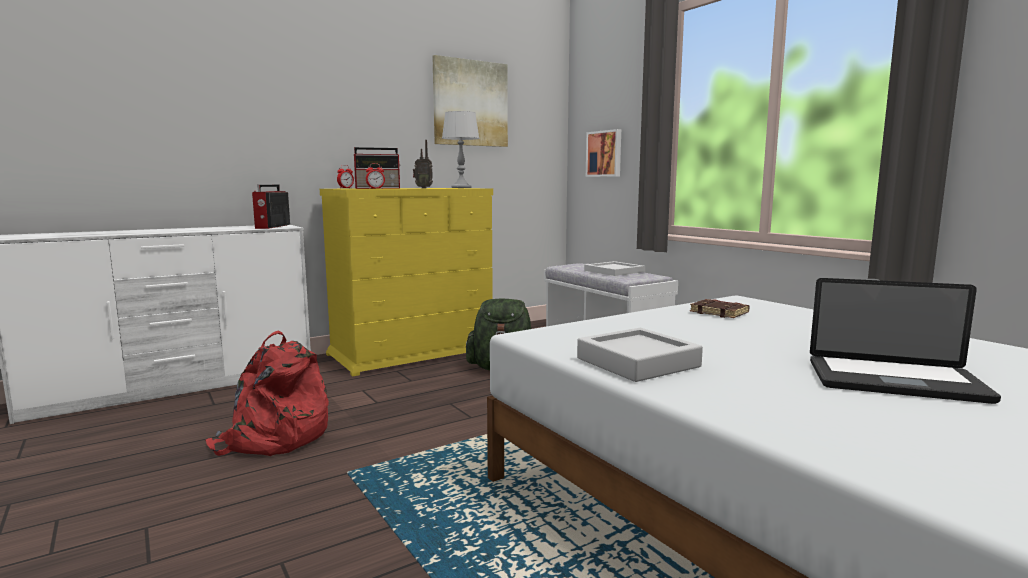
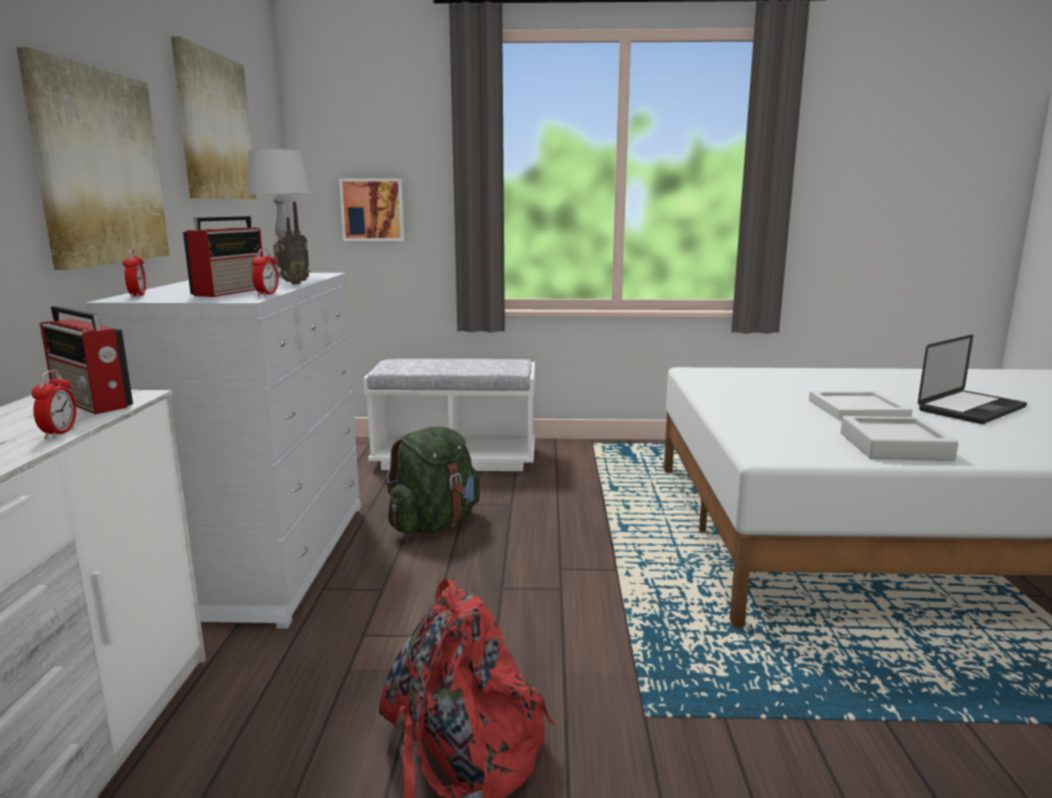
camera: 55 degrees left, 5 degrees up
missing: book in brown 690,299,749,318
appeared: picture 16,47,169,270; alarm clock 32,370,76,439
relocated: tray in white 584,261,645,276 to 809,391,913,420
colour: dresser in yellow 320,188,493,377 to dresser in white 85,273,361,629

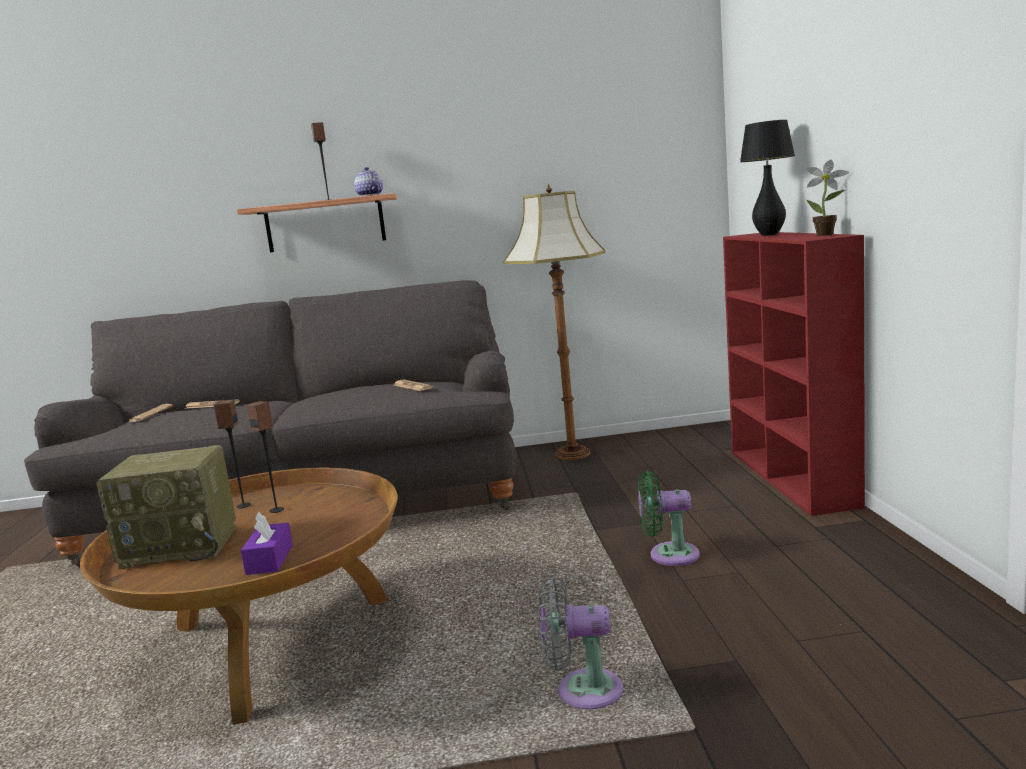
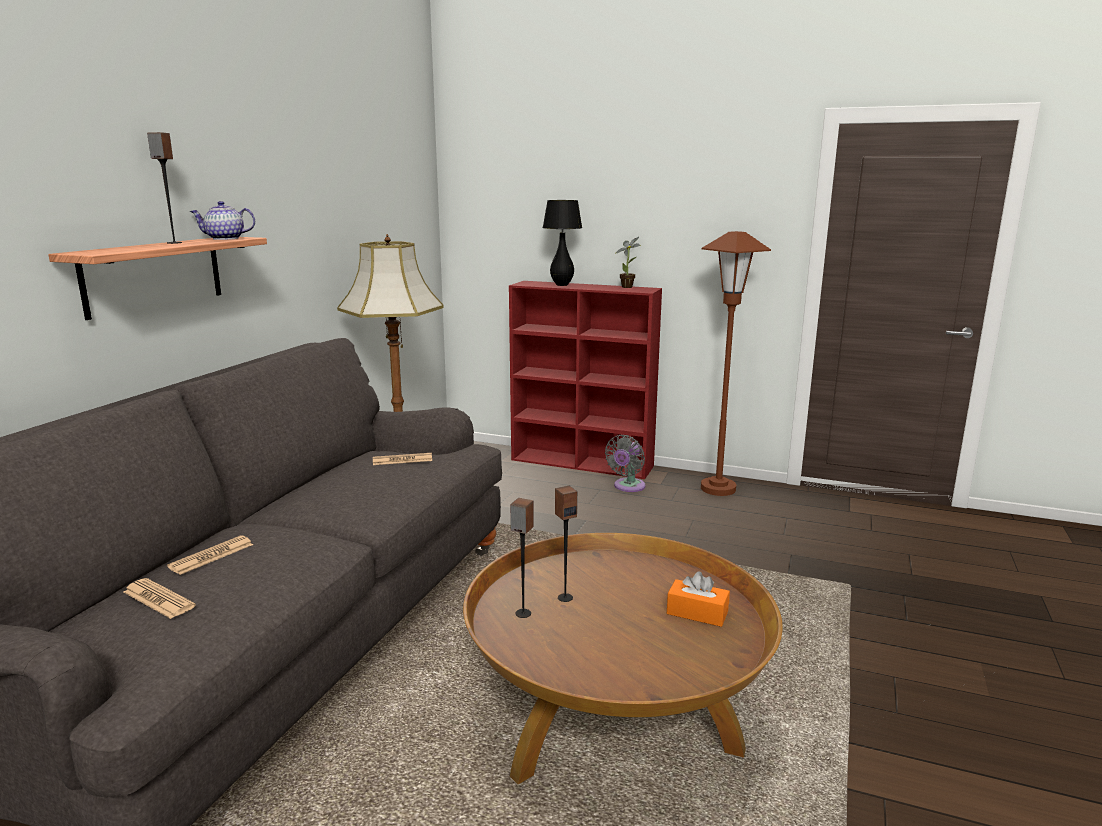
camera: 65 degrees left, 5 degrees up
missing: radio 96,445,236,569; fan in green 638,471,700,566
appeared: floor lamp in brown 701,231,771,496
relocated: fan in grey 539,577,623,709 to 605,435,646,492
colour: tissue box in purple 241,512,293,575 to tissue box in orange 667,571,730,627

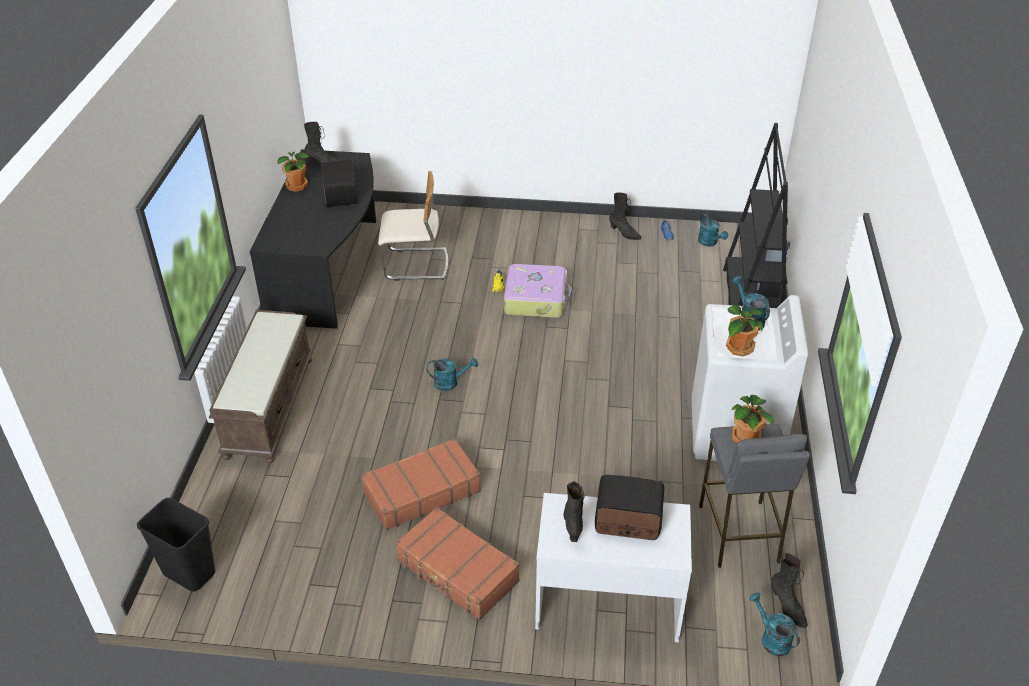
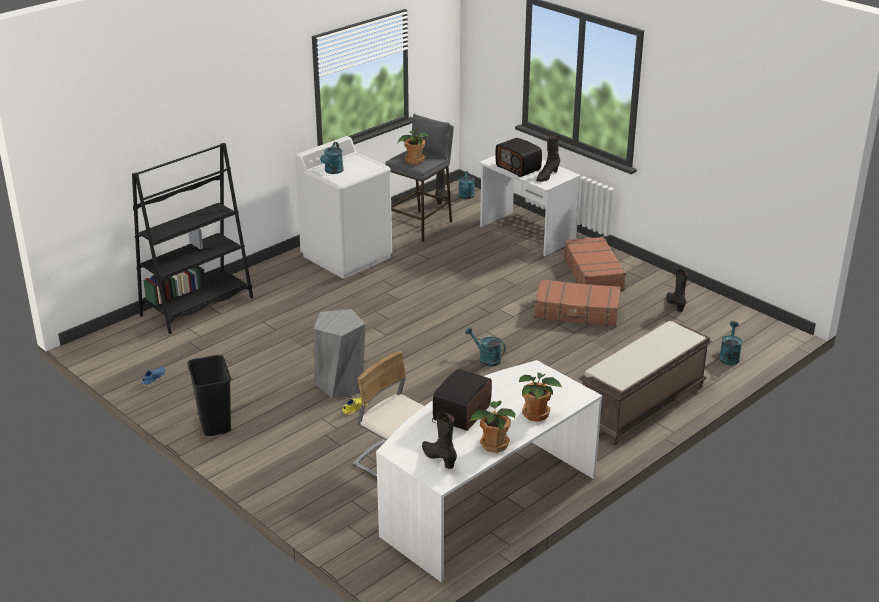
camera: 140 degrees left, 10 degrees down
relocated: trash can in black 137,498,215,592 to 187,355,231,436; potted plant 726,305,763,357 to 519,373,562,422; boot in black 609,193,641,240 to 666,268,688,312; watering can in turquoise 698,214,728,246 to 719,321,742,365
exchanged: suitcase 504,264,572,318 to stool in grey 313,309,365,399
colour: desk in black 249,149,376,329 to desk in white 376,360,602,582

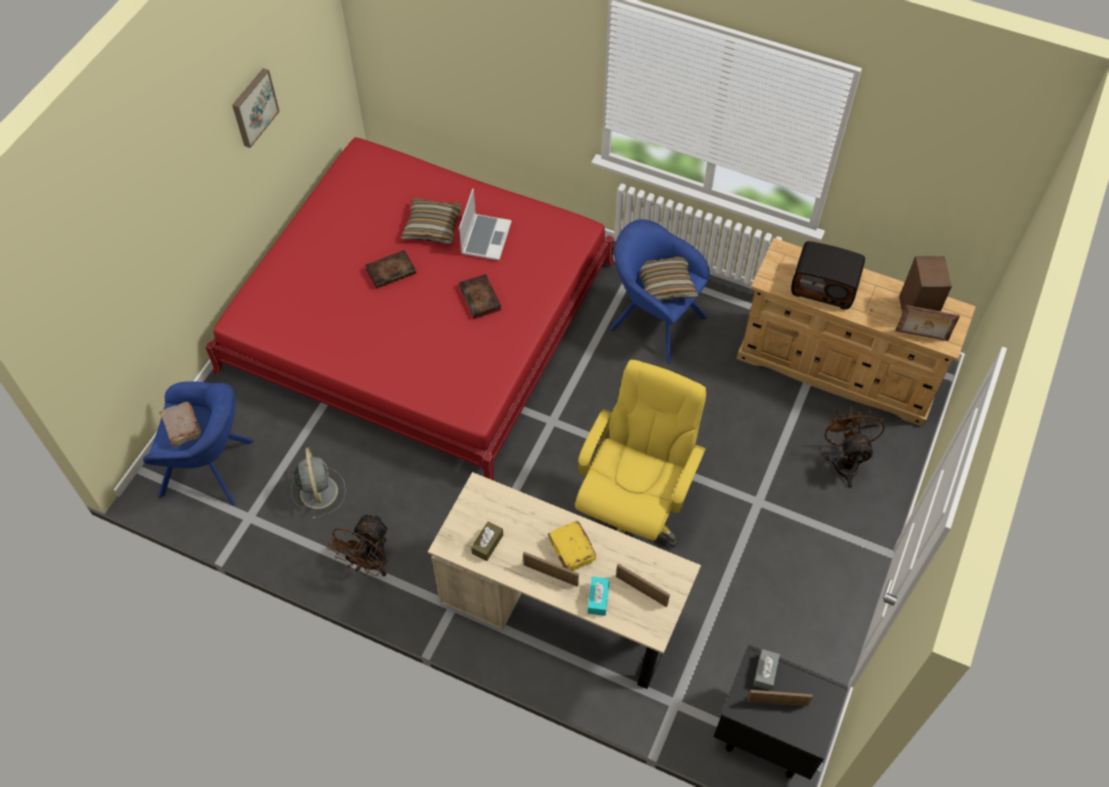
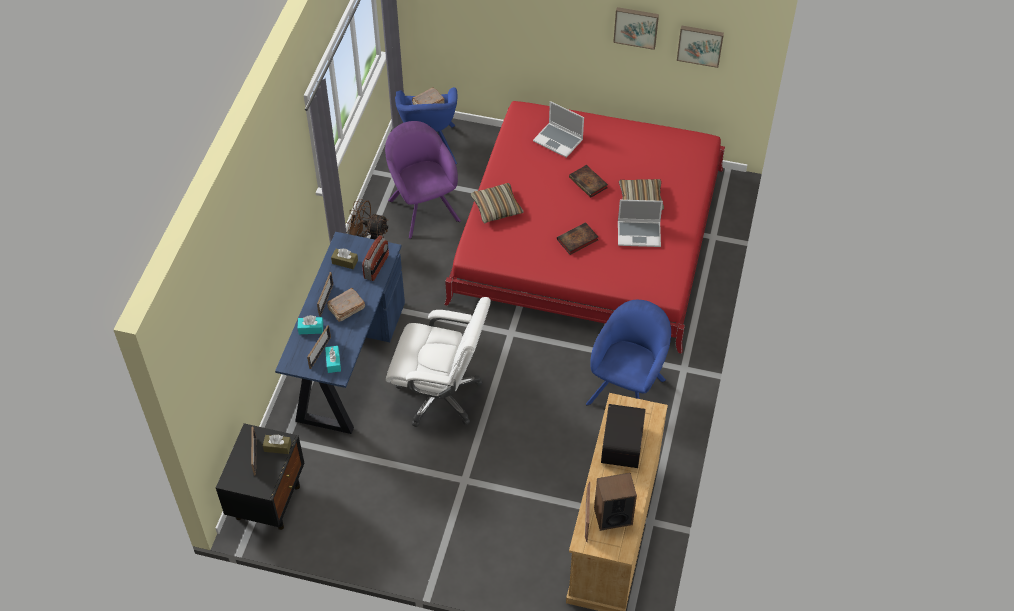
camera: 80 degrees right, 5 degrees down
missing: fan in brown 824,406,885,488
appeared: tissue box in turquoise 325,346,341,373; radio 362,235,389,281; laptop 533,101,584,158; picture 677,26,724,68
relocated: pillow 639,256,699,301 to 471,183,524,224
exchanged: fan in grey 291,447,346,519 to armchair in purple 385,121,461,239
colour: tissue box in grey 753,649,780,691 to tissue box in brown 263,435,291,454; desk in beige 428,472,701,689 to desk in blue 275,232,405,434; book in yellow 548,521,596,571 to book in brown 327,288,365,322; office chair in yellow 575,360,706,548 to office chair in white 386,297,491,427

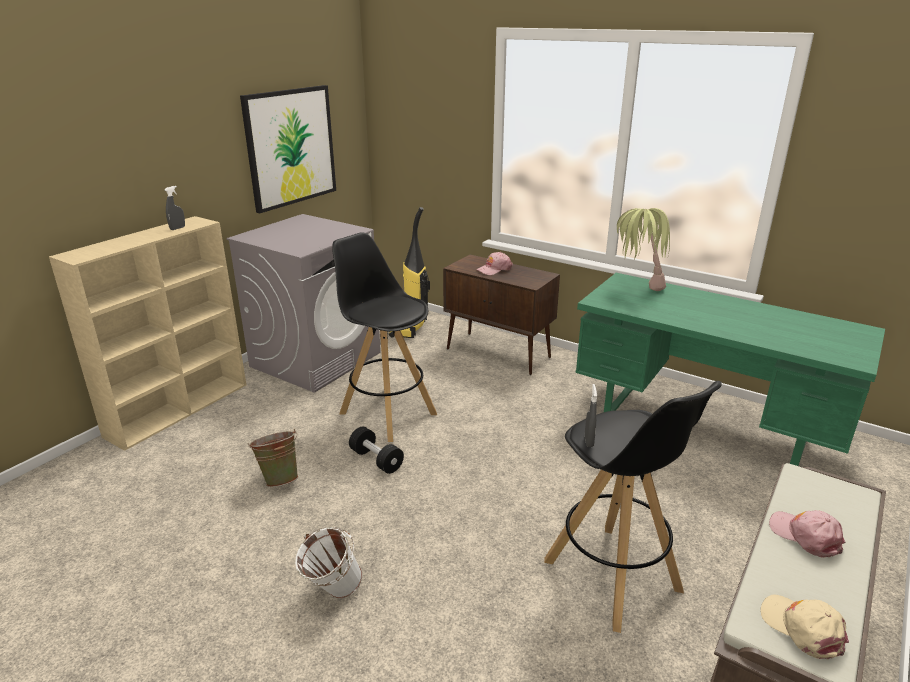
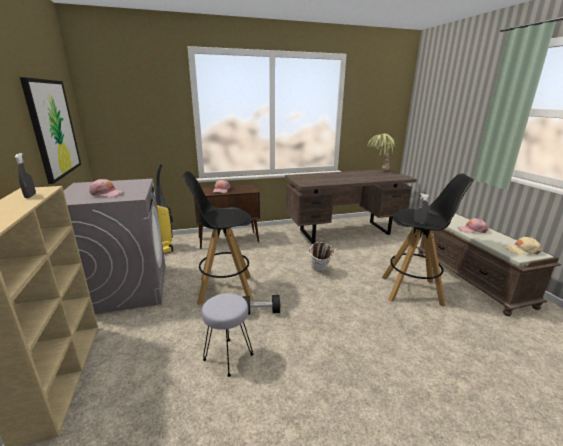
camera: 50 degrees left, 5 degrees down
appeared: cap in pink 90,179,124,197
relocated: bucket in white 295,527,362,598 to 309,242,334,272; potted plant 617,208,670,291 to 368,133,396,171
exchanged: bucket in green 248,429,298,487 to stool in grey 202,293,253,377
colour: desk in green 576,273,885,466 to desk in brown 285,169,417,244

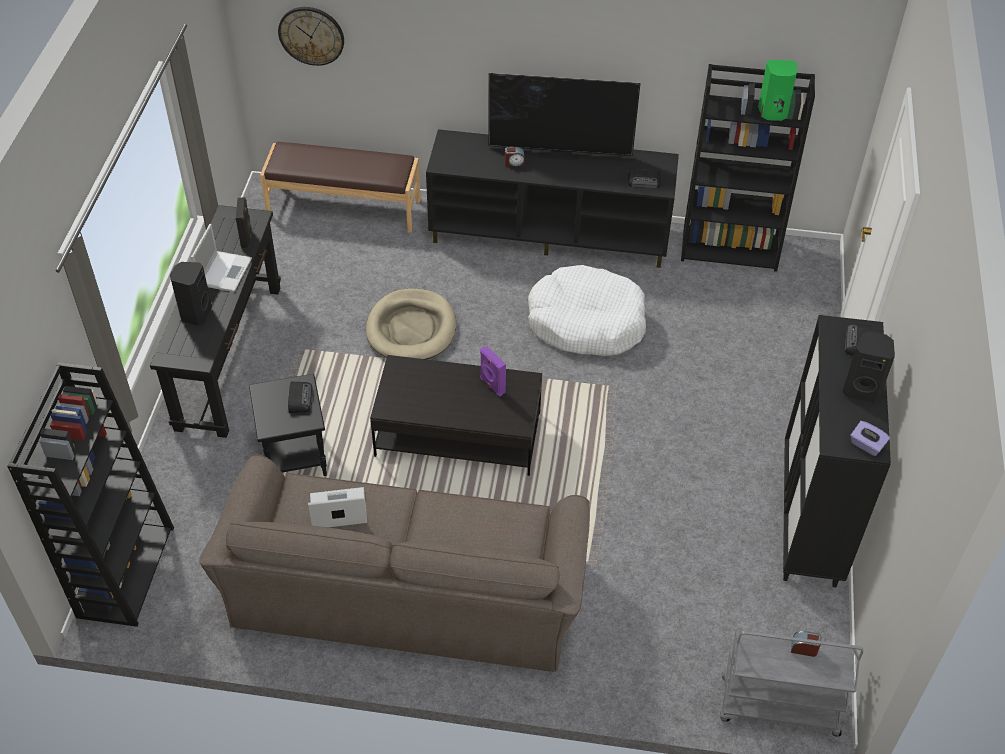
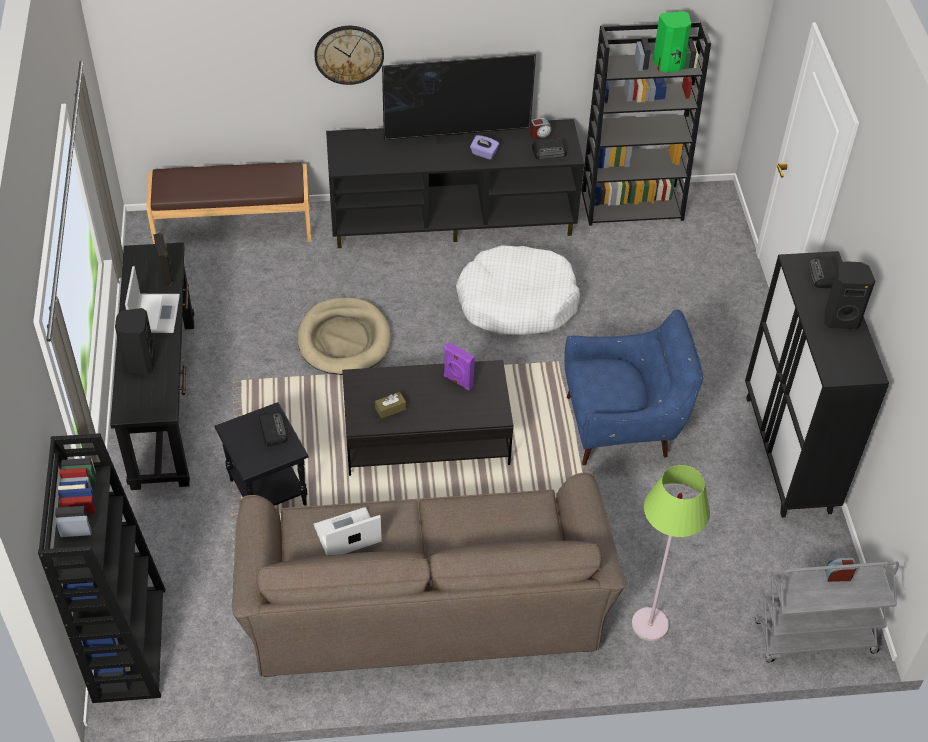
camera: 15 degrees left, 0 degrees up
appeared: tissue box in brown 375,392,406,419; armchair in blue 564,310,704,465; floor lamp in green 632,465,710,641
relocated: wall clock 278,7,344,66 to 314,26,384,85; tissue box in purple 850,421,890,456 to 470,135,499,160; alarm clock 505,147,525,167 to 530,118,552,139

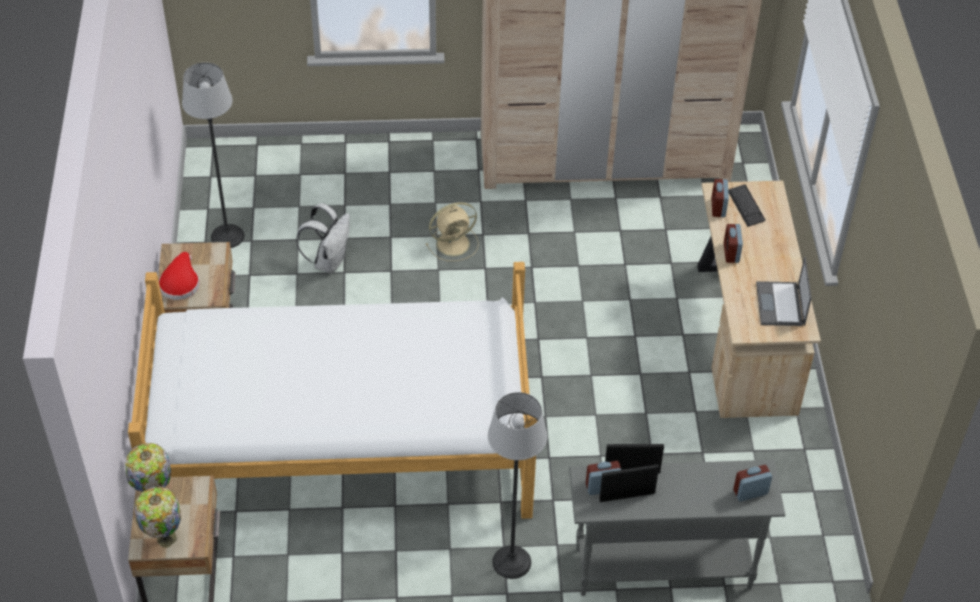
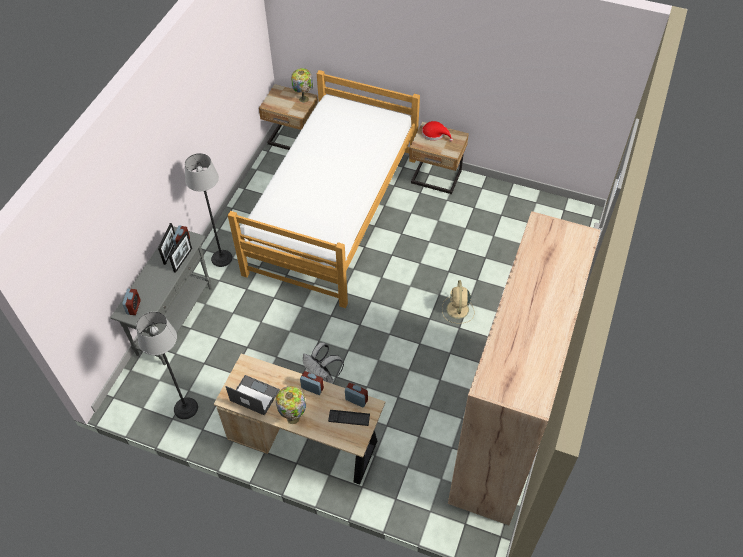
camera: 115 degrees right, 5 degrees up
relocated: floor lamp 182,62,244,248 to 136,312,198,419; table lamp 135,487,181,548 to 276,386,306,424; backpack in white 296,203,350,273 to 303,343,344,383

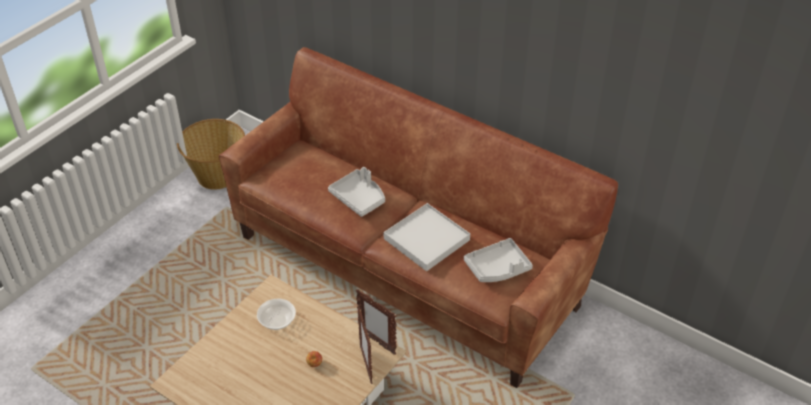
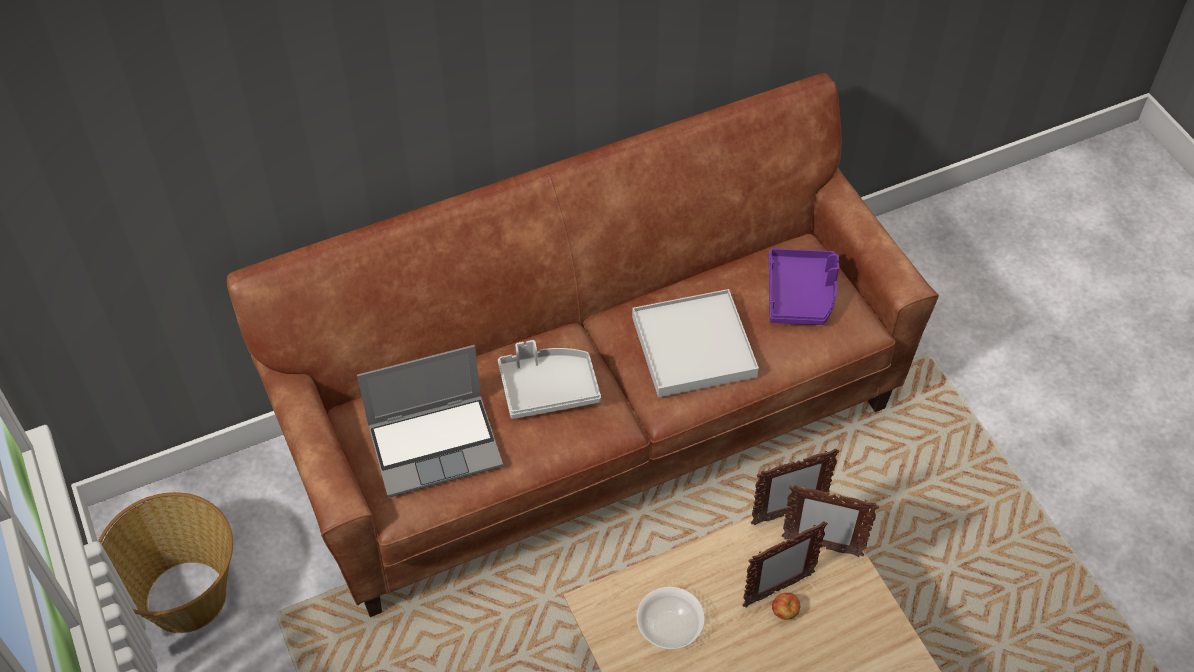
camera: 60 degrees left, 10 degrees up
appeared: laptop 357,345,503,498; picture frame 742,521,828,607
colour: tray in grey 464,238,533,282 to tray in purple 769,249,839,325

